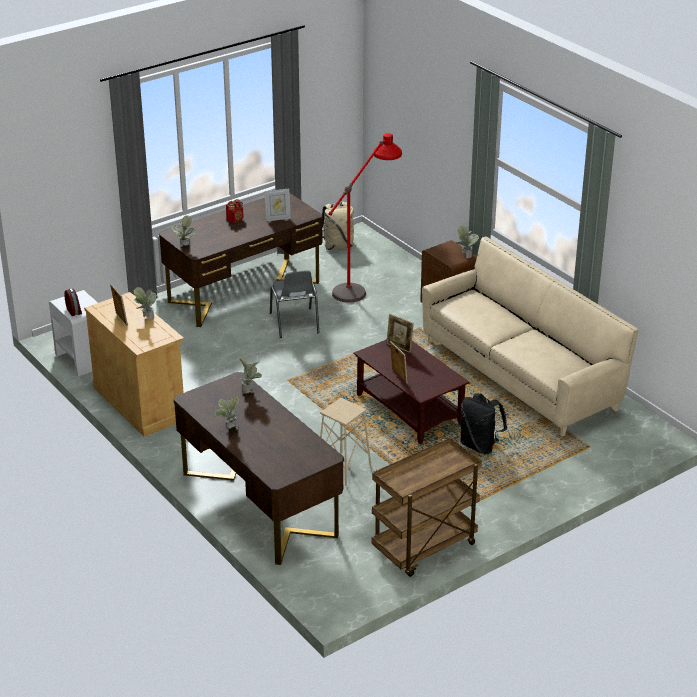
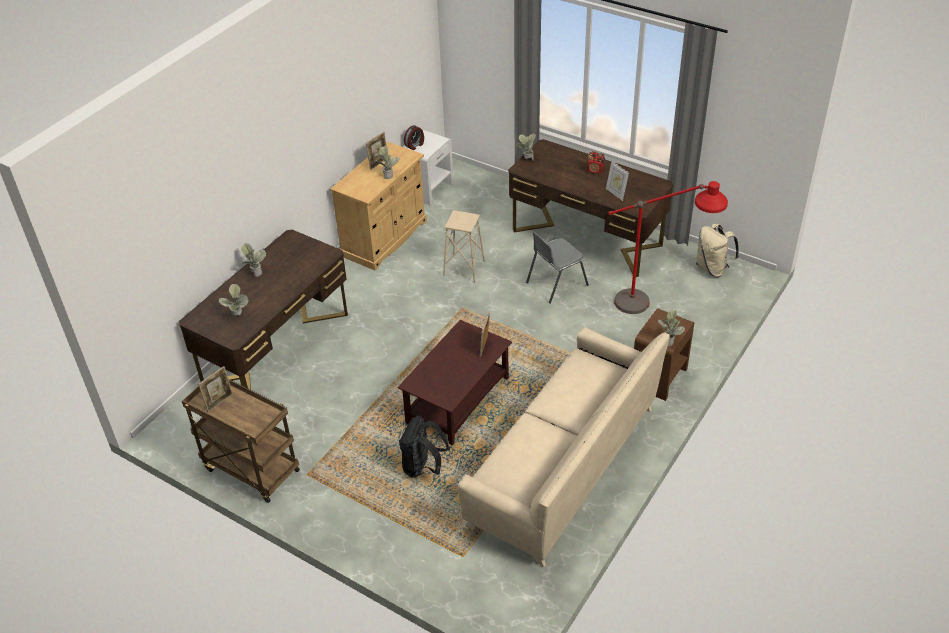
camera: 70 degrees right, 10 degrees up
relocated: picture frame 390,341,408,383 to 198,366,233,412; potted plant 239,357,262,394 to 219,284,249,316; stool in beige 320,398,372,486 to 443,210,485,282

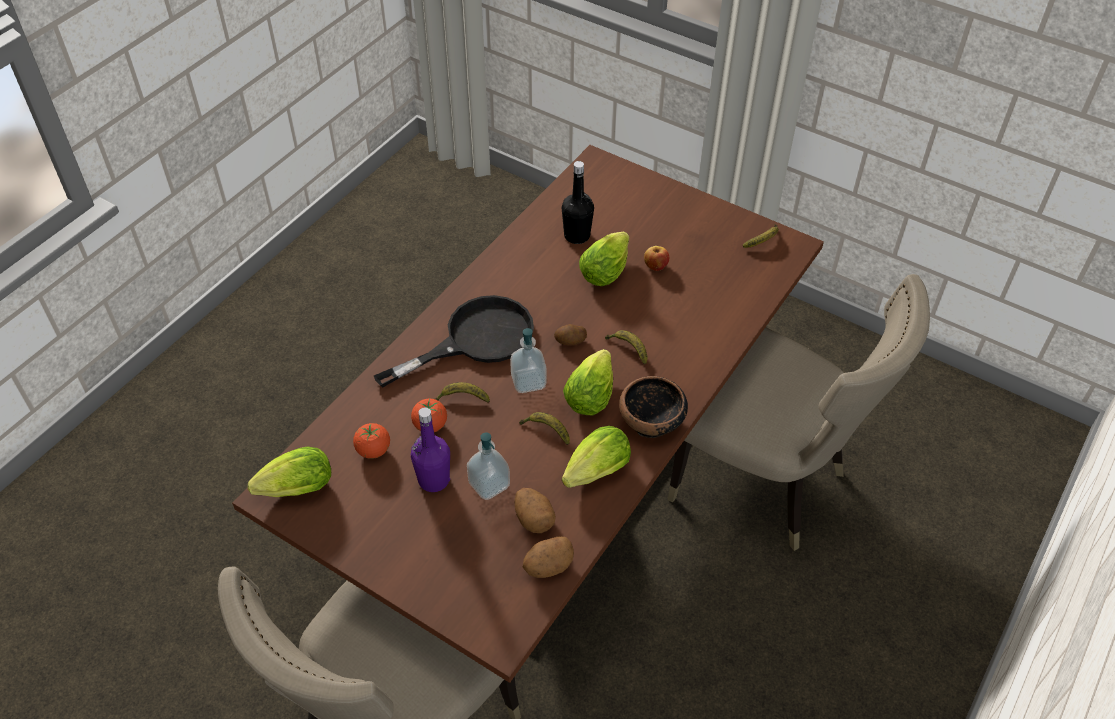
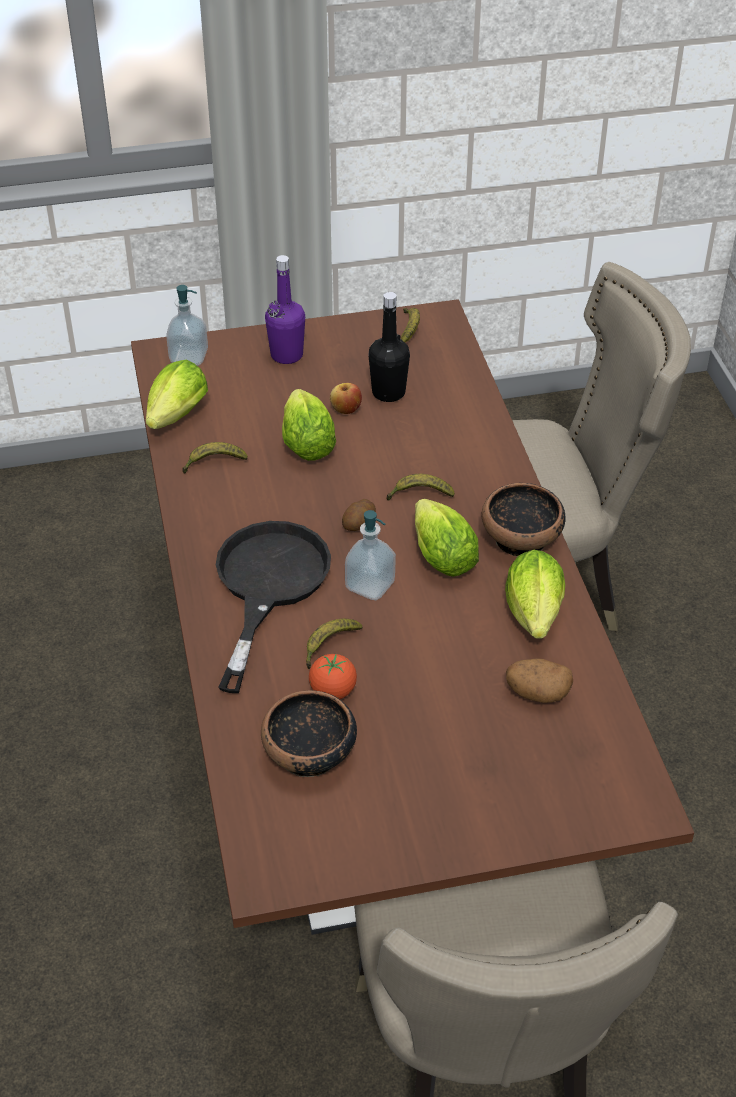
camera: 45 degrees left, 5 degrees down
missing: potato 523,536,574,578
relocated: lettuce 248,447,331,497 to 146,360,208,429; soap dispenser 467,432,510,500 to 166,285,208,366; banana 519,412,570,445 to 182,442,248,473; bottle in purple 411,407,450,492 to 265,255,305,364; bottle in black 562,161,594,244 to 368,292,410,402
exchanged: tomato 353,423,390,459 to bowl 261,690,357,777

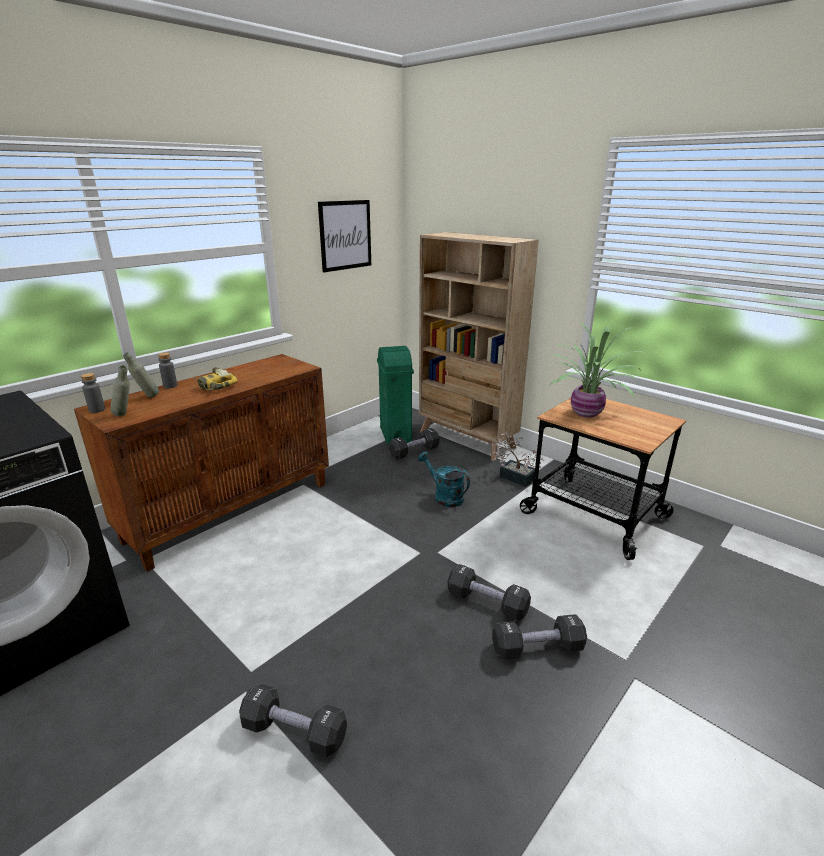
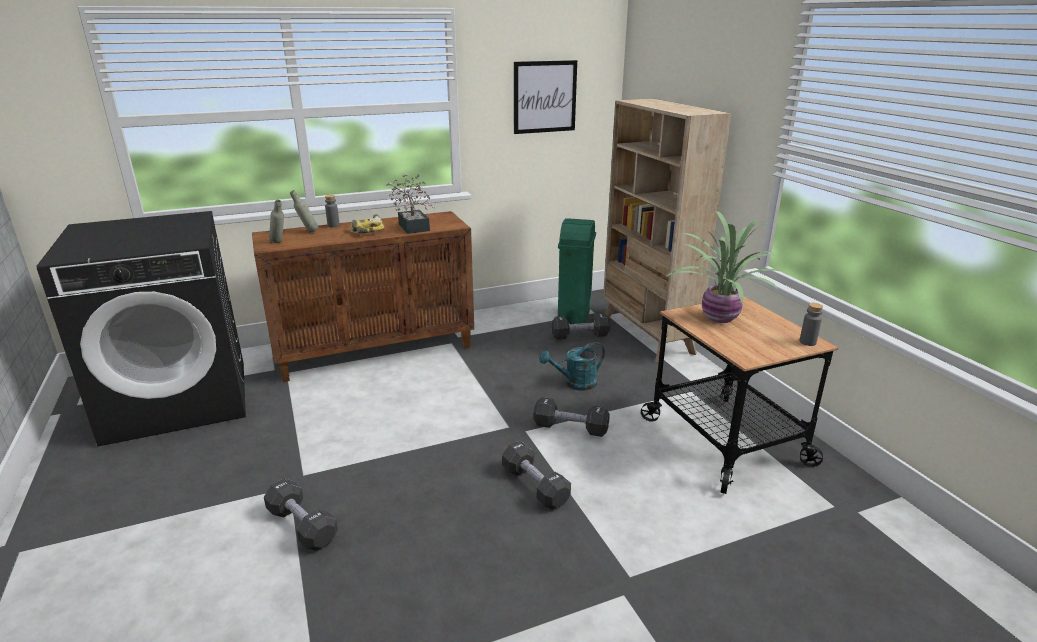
camera: 25 degrees right, 0 degrees up
relocated: potted plant 491,431,544,487 to 386,174,435,234; dumbbell in black 492,615,587,660 to 533,397,610,437; bottle in grey 81,373,105,413 to 799,303,823,346
spun: watering can in turquoise 418,451,470,507 = 539,342,605,391 90 degrees counterclockwise

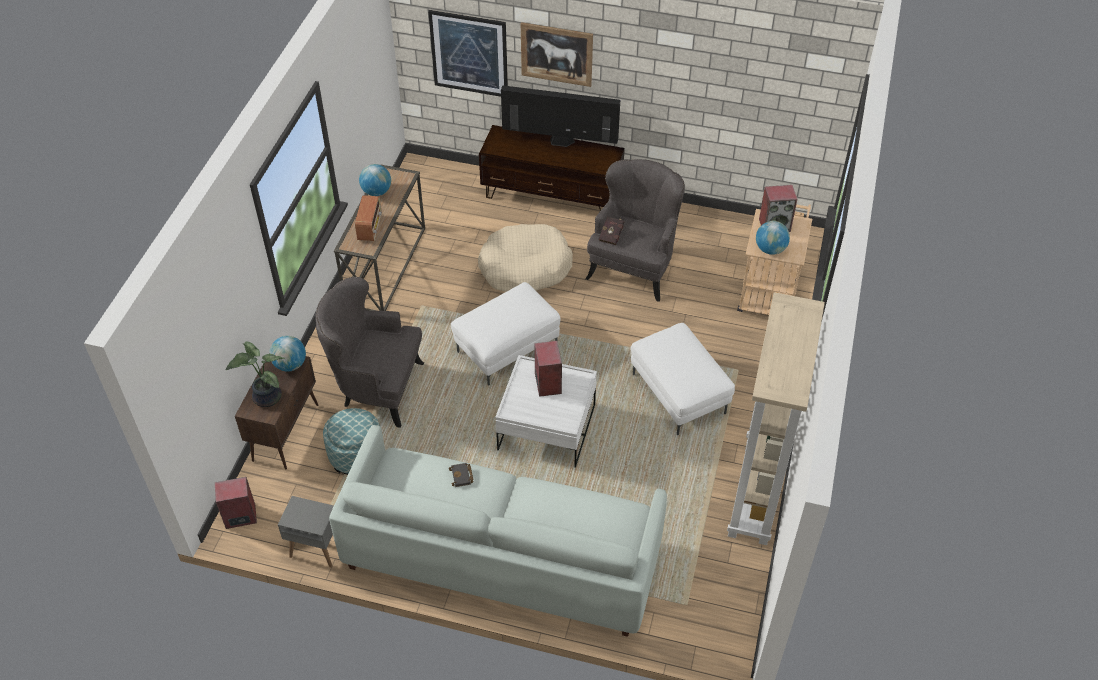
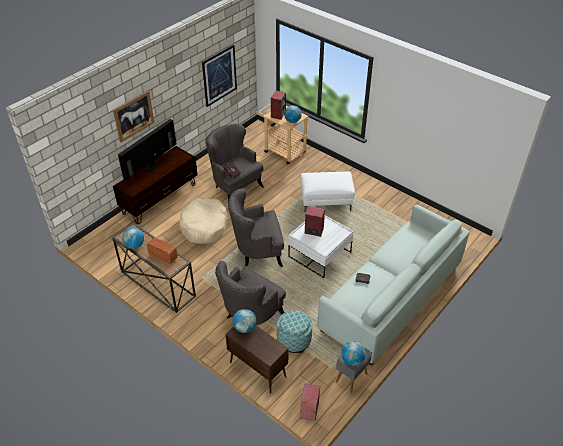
camera: 65 degrees left, 5 degrees down
missing: potted plant 226,342,285,407; bookcase in beige 727,292,825,545
appeared: globe 341,341,366,366
relocated: picture 428,10,508,97 to 202,45,237,107
exchanged: ottoman in white 451,282,561,386 to armchair in grey 228,189,284,267

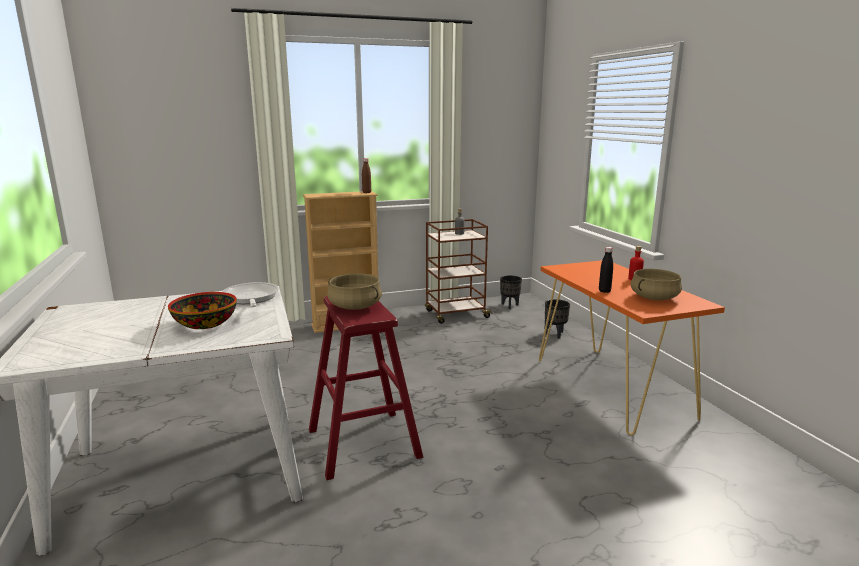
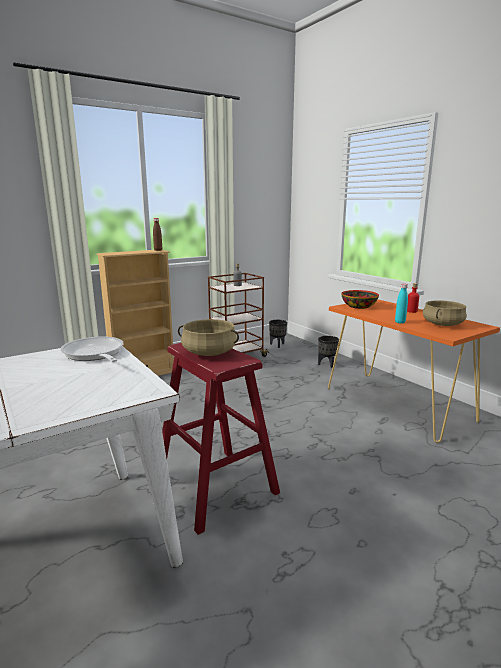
camera: 15 degrees left, 0 degrees up
relocated: bowl 168,292,237,329 to 342,290,379,309
colour: bottle in black 599,247,613,293 to bottle in turquoise 395,284,408,324

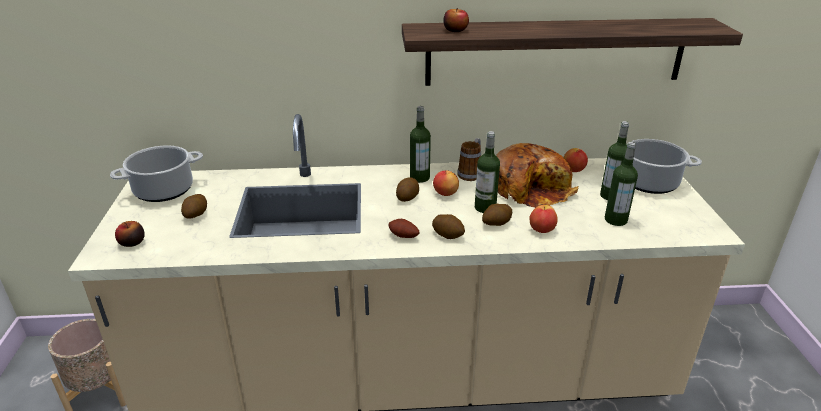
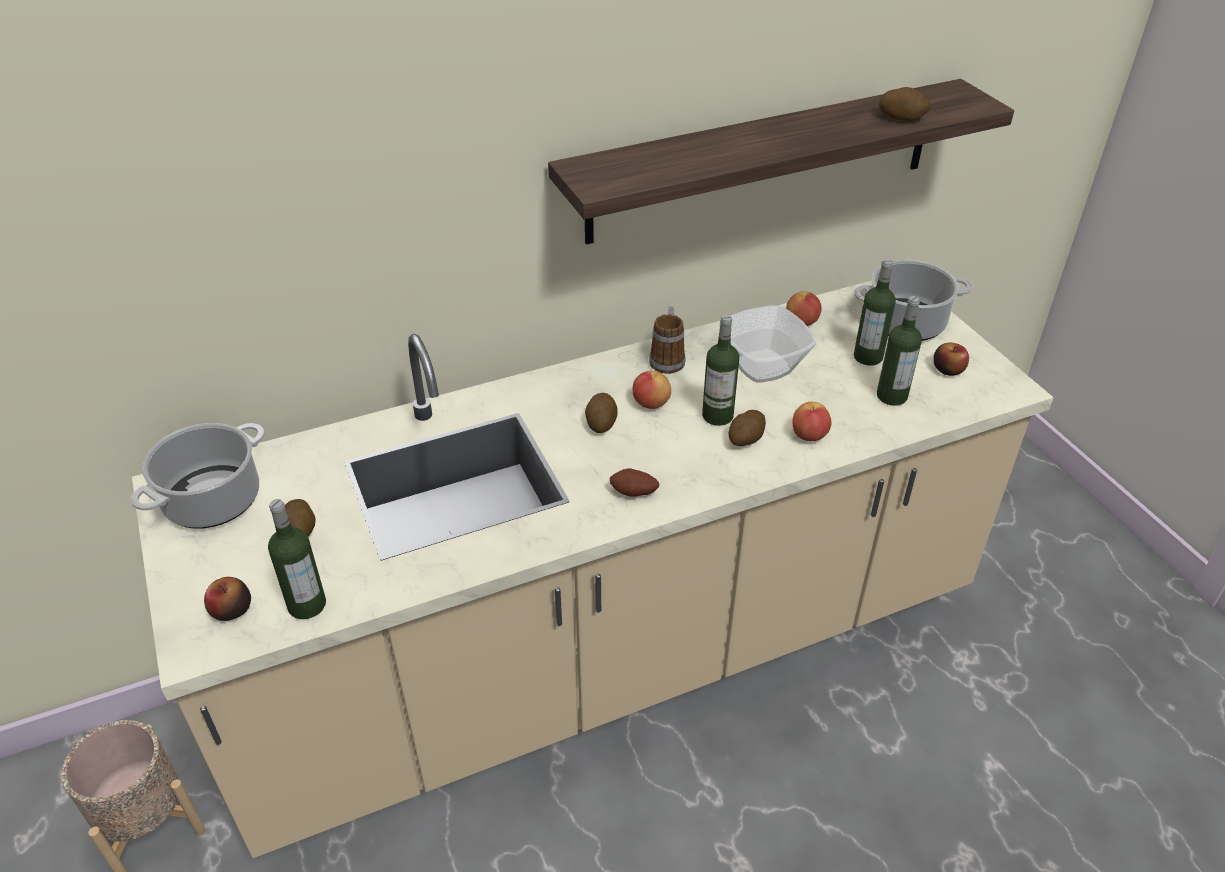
camera: 20 degrees left, 10 degrees up
relocated: bottle 410,106,431,183 to 268,499,326,619; potato 432,214,465,239 to 879,87,931,121; apple 443,8,469,32 to 933,343,969,376
exchanged: bread 496,143,579,208 to bowl 719,305,816,383

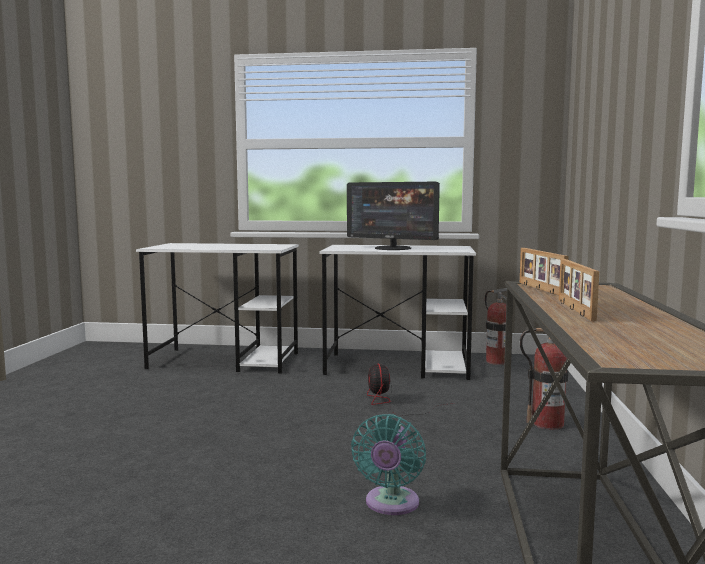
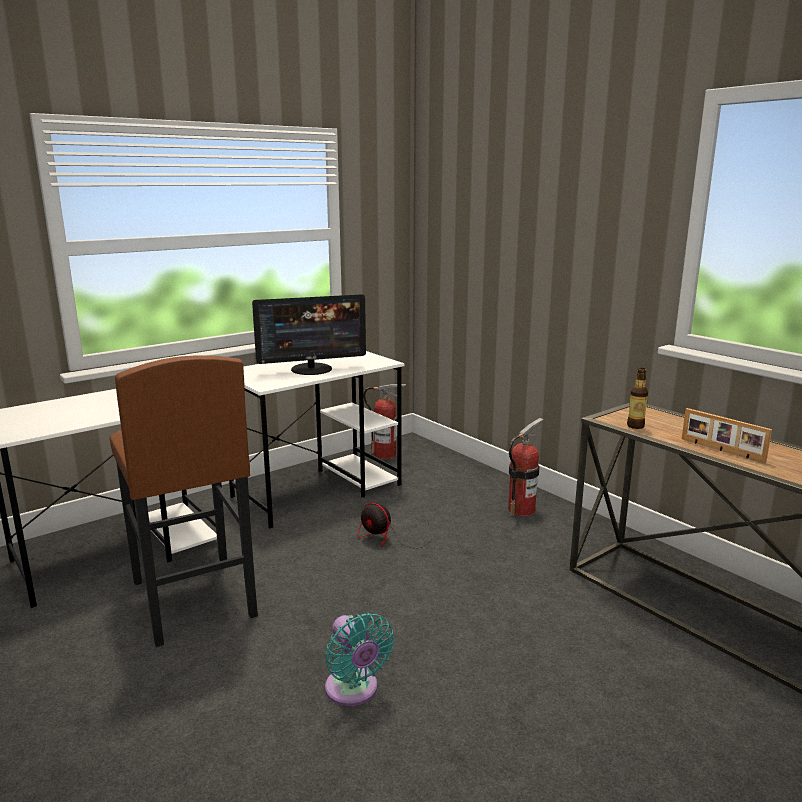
camera: 45 degrees left, 10 degrees up
appeared: stool in brown 109,355,258,647
relocated: fan in turquoise 351,414,426,515 to 325,613,395,706
exchanged: picture frame 520,248,569,295 to bottle 627,368,648,429

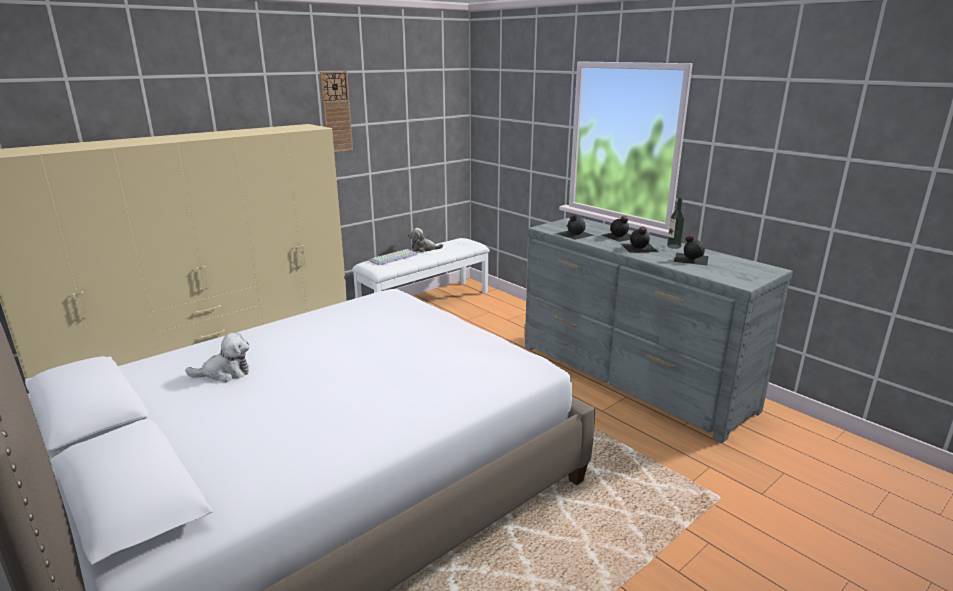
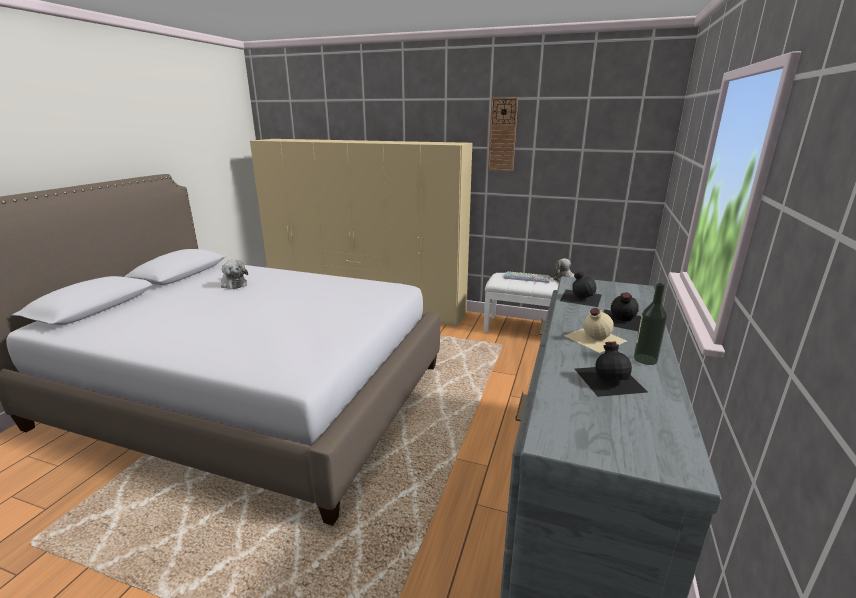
camera: 60 degrees right, 0 degrees up
colour: bottle in black 621,226,658,253 to bottle in beige 564,308,627,353

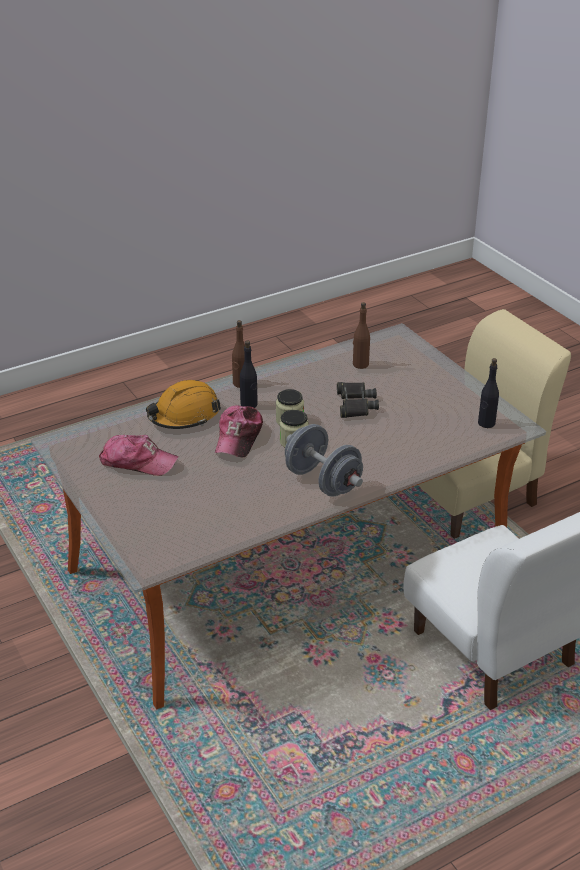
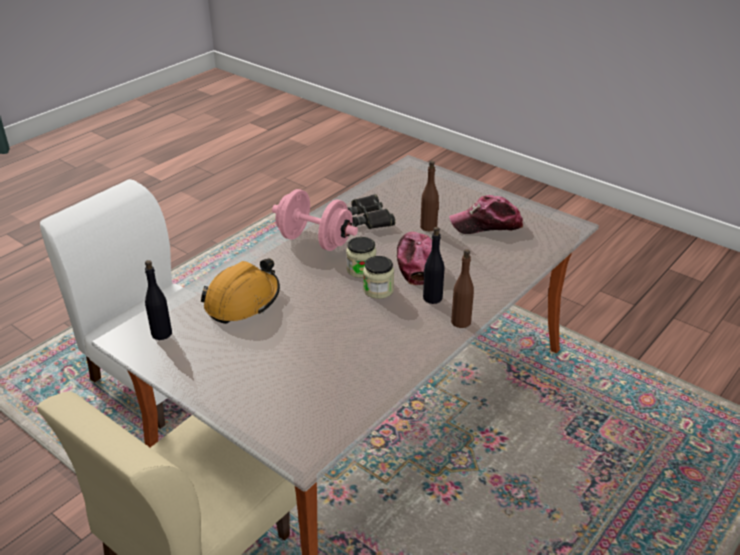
camera: 160 degrees right, 0 degrees up
relocated: hard hat in orange 146,380,221,429 to 201,259,280,324; binoculars in black 337,382,379,418 to 347,194,395,229; bottle in brown 353,302,370,369 to 420,161,439,231
colour: dumbbell in grey 285,424,363,497 to dumbbell in pink 272,189,358,251

